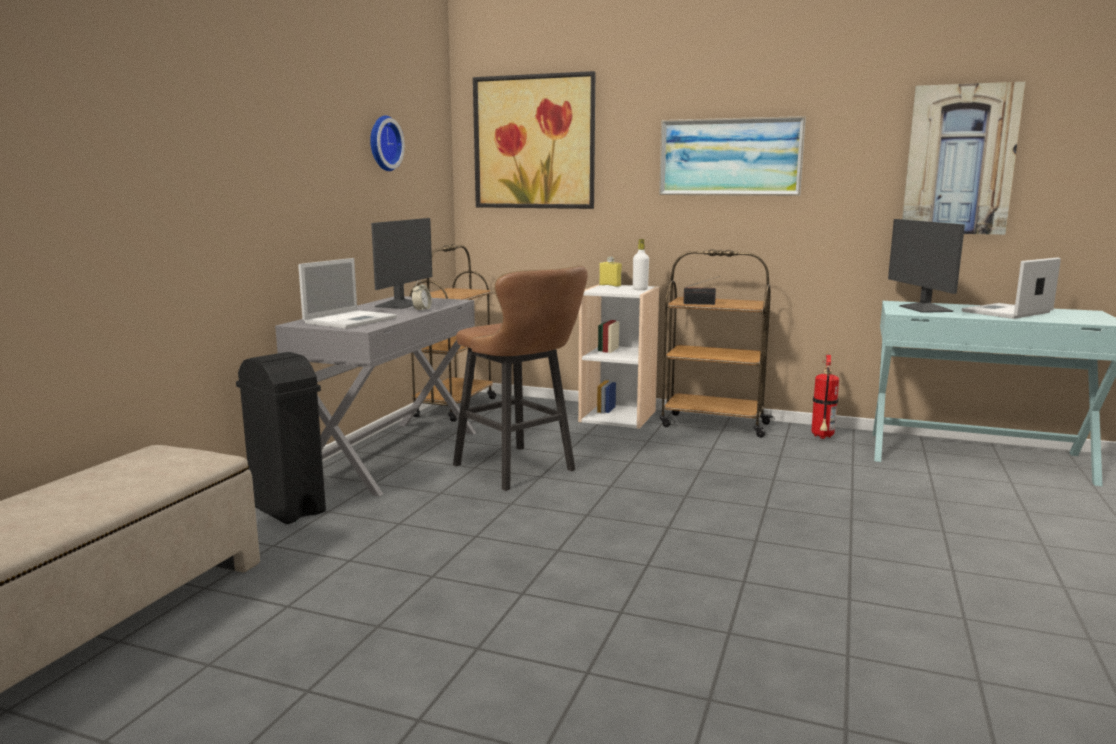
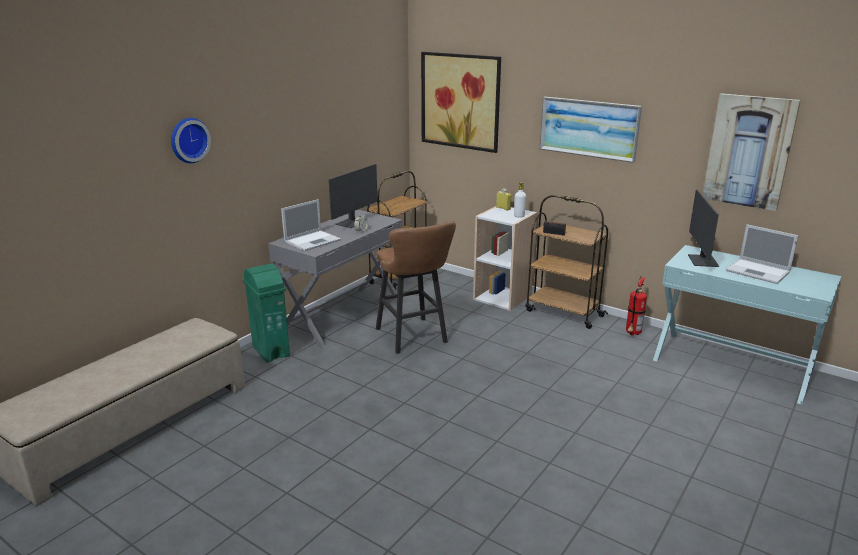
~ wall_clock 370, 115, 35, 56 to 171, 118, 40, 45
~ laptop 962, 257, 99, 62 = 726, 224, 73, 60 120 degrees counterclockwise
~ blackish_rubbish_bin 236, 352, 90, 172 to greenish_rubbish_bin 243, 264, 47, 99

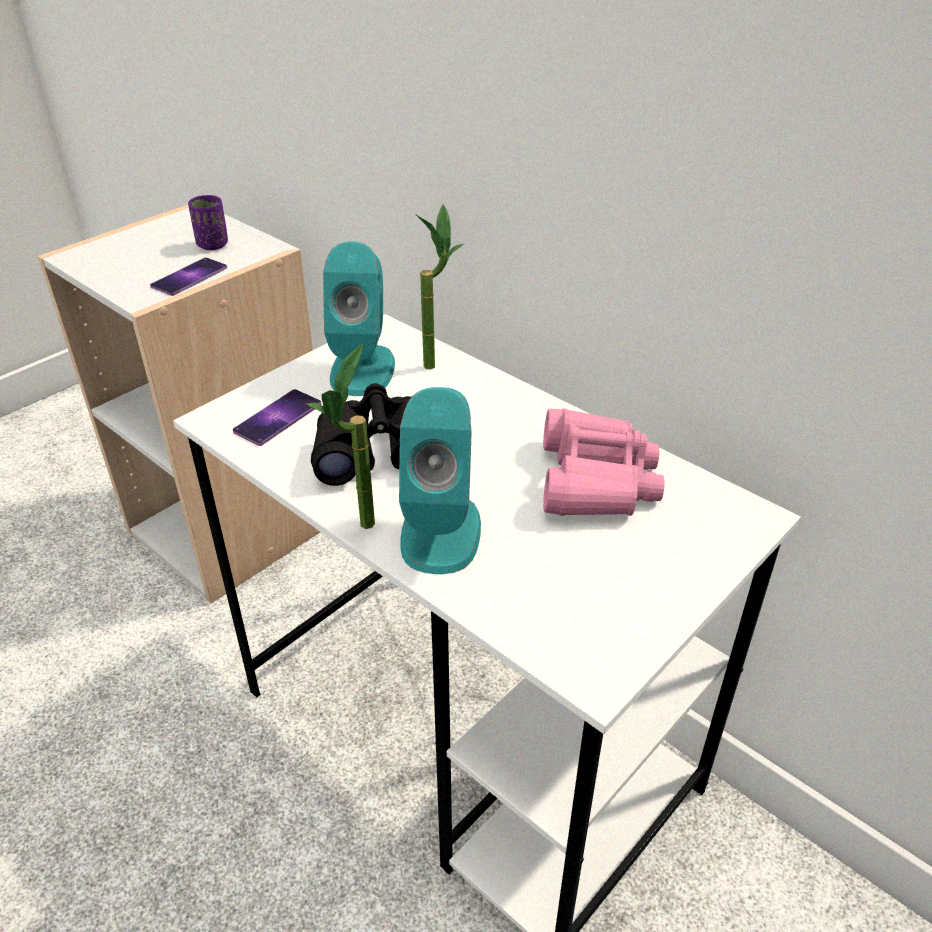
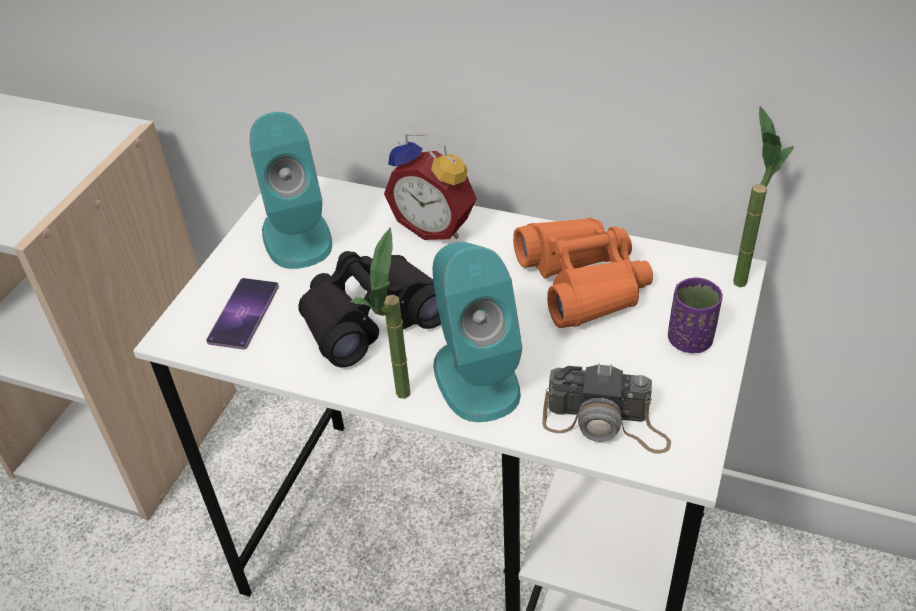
~ purple_cup 188, 195, 40, 55 to 668, 277, 55, 76
~ plant_in_a_pot 415, 204, 48, 166 to 733, 106, 61, 181
- handset 150, 258, 77, 38
~ pink-coloured_field_glasses 543, 408, 122, 108 to orange-coloured_field_glasses 513, 218, 140, 110
+ table_clock 384, 133, 93, 107
+ still_camera 542, 363, 129, 91

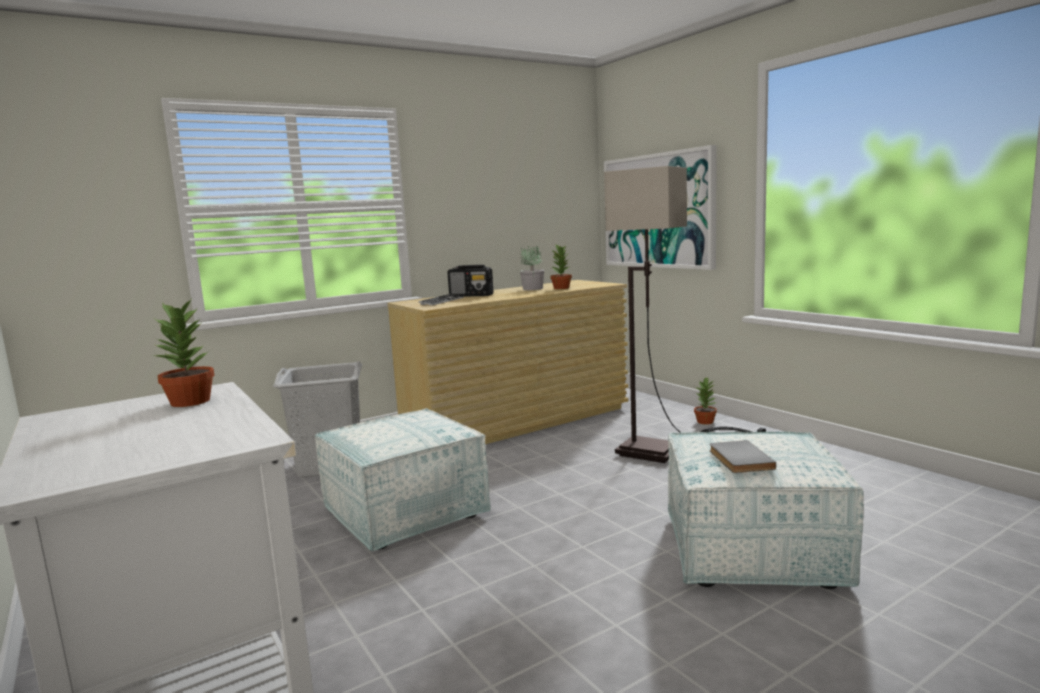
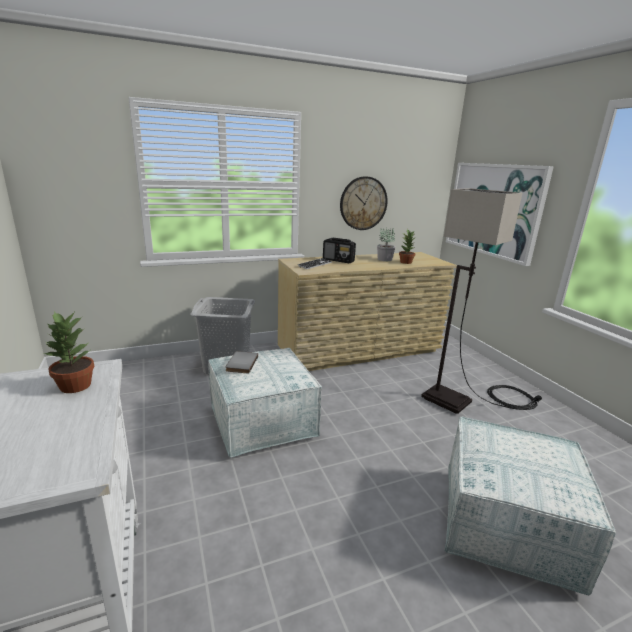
- plant_in_a_pot 694, 377, 24, 47
~ gray_volume 710, 440, 66, 33 to 226, 351, 32, 23
+ wall_clock 340, 176, 48, 54

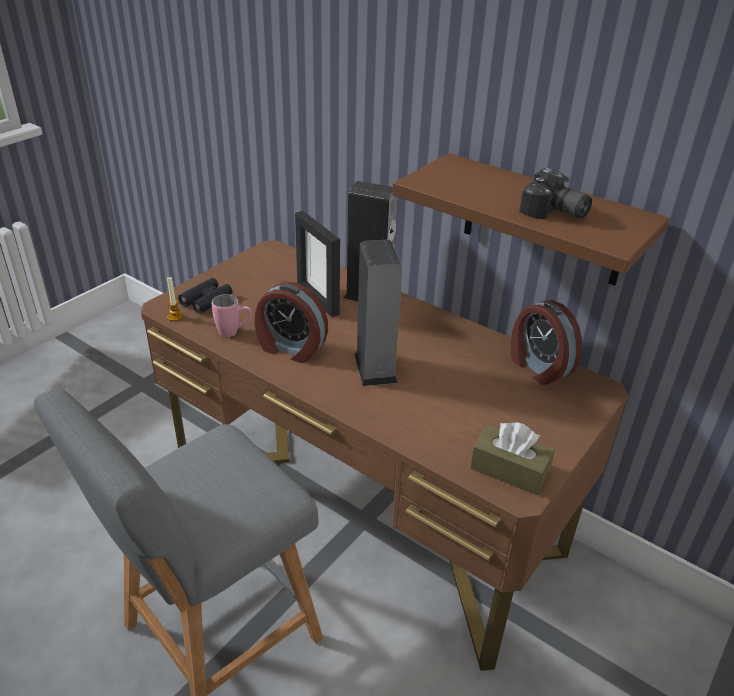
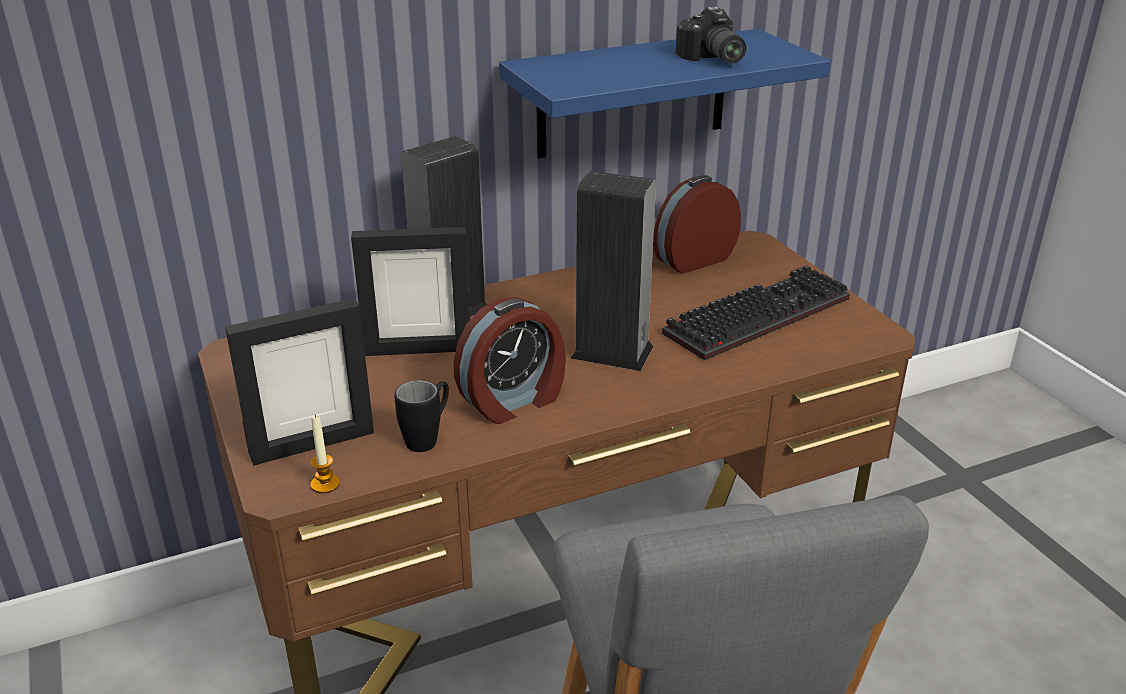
~ brown-coloured_bracket_shelf 392, 153, 278, 133 to blue_bracket_shelf 499, 29, 332, 130
~ still_camera 519, 168, 73, 51 = 676, 7, 70, 56 90 degrees clockwise
~ blackish_field_glasses 178, 278, 54, 36 to picture_frame 225, 298, 149, 168
~ pink-coloured_coffee_mug 212, 294, 40, 43 to blackish_coffee_mug 395, 380, 54, 72
~ table_clock 510, 300, 72, 85 = 653, 175, 88, 99 150 degrees clockwise
- brown-coloured_tissue_holder 470, 422, 85, 73
+ keyboard 662, 265, 188, 95

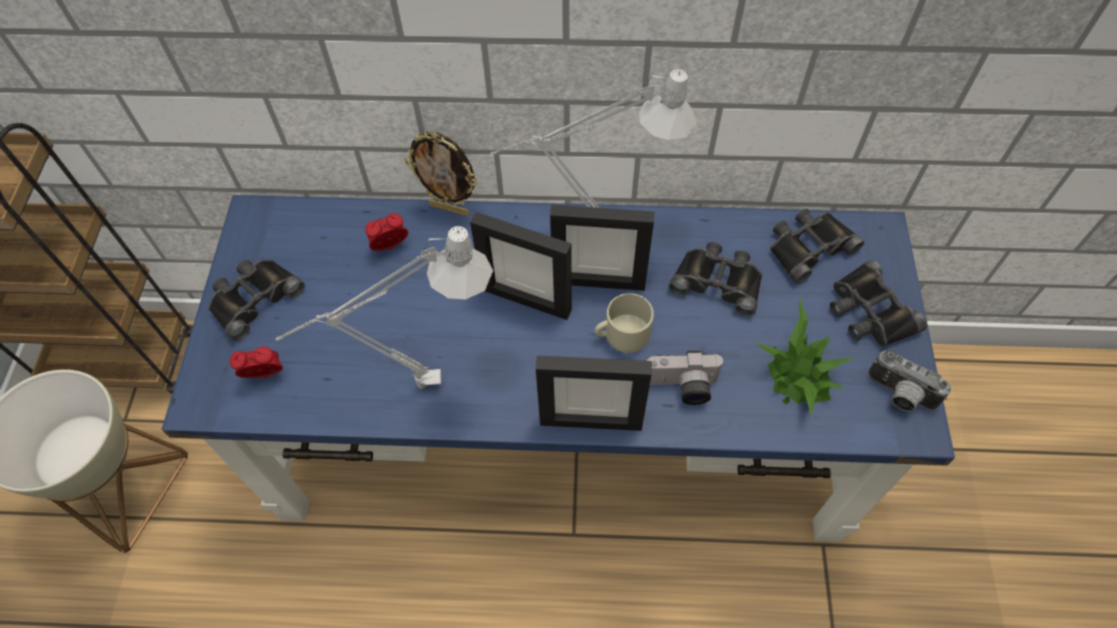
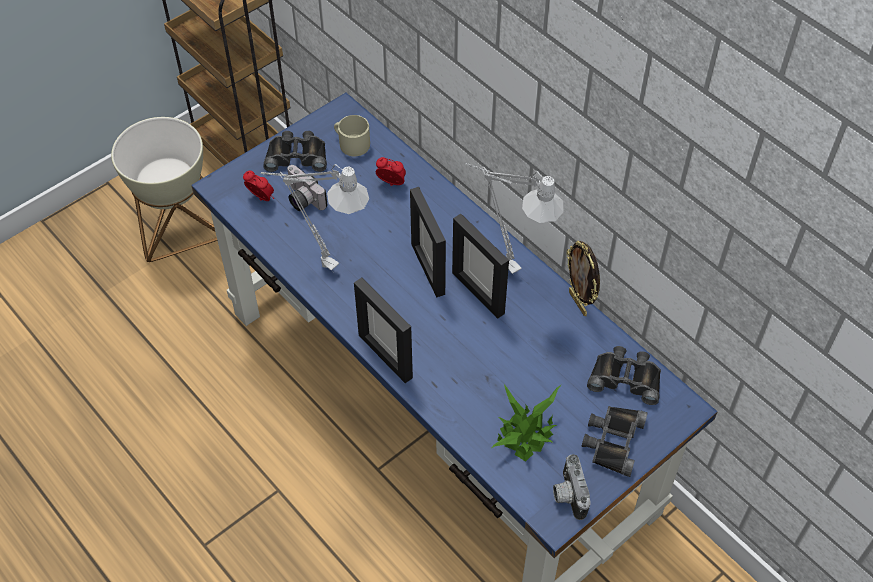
~ picture_frame 405, 132, 73, 84 to 567, 241, 33, 75
- blackish_field_glasses 669, 242, 93, 74
~ beige_coffee_mug 595, 293, 59, 60 to 334, 115, 36, 41
~ still_camera 647, 351, 78, 54 to 287, 165, 41, 46

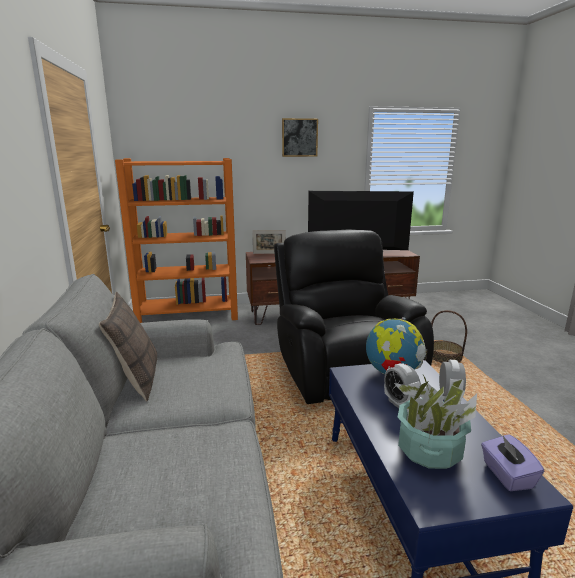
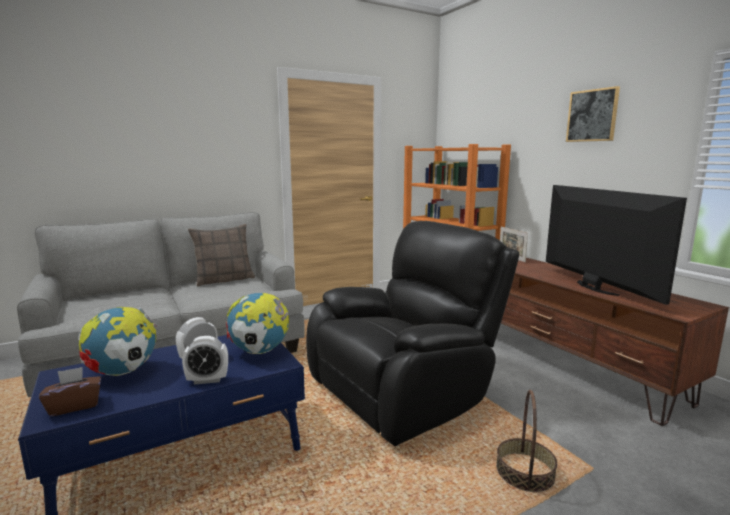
~ plant_in_a_pot 394, 375, 83, 94 to world_globe 78, 307, 78, 69
~ purple_tissue_holder 481, 434, 63, 57 to brown-coloured_tissue_holder 39, 367, 62, 49

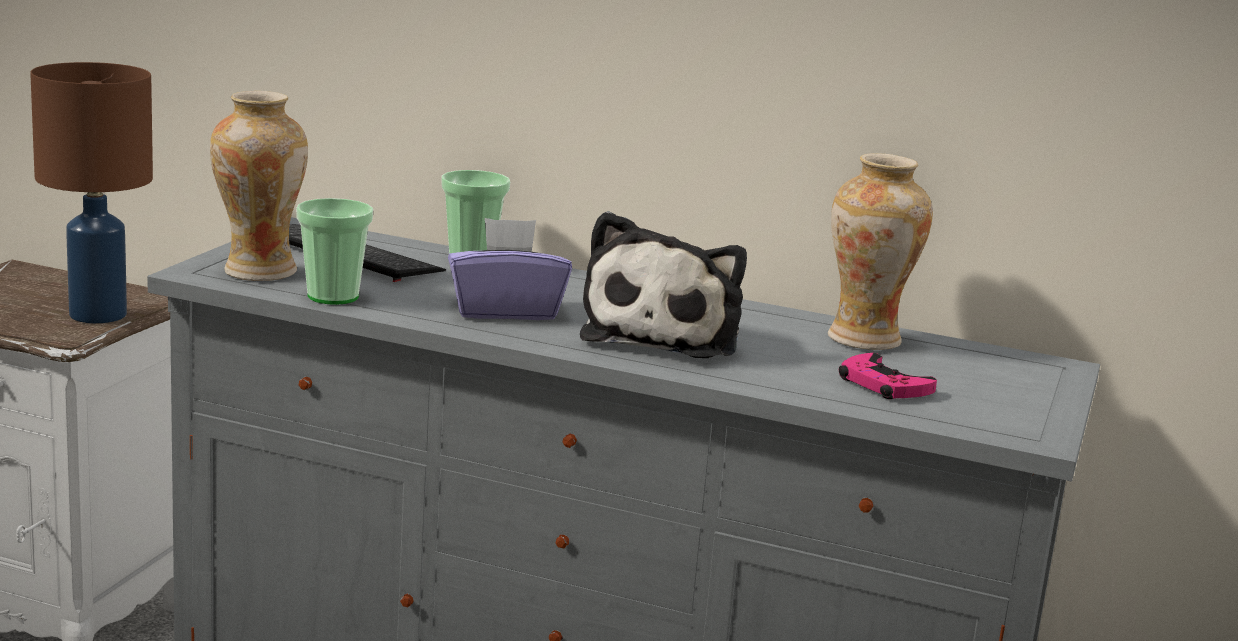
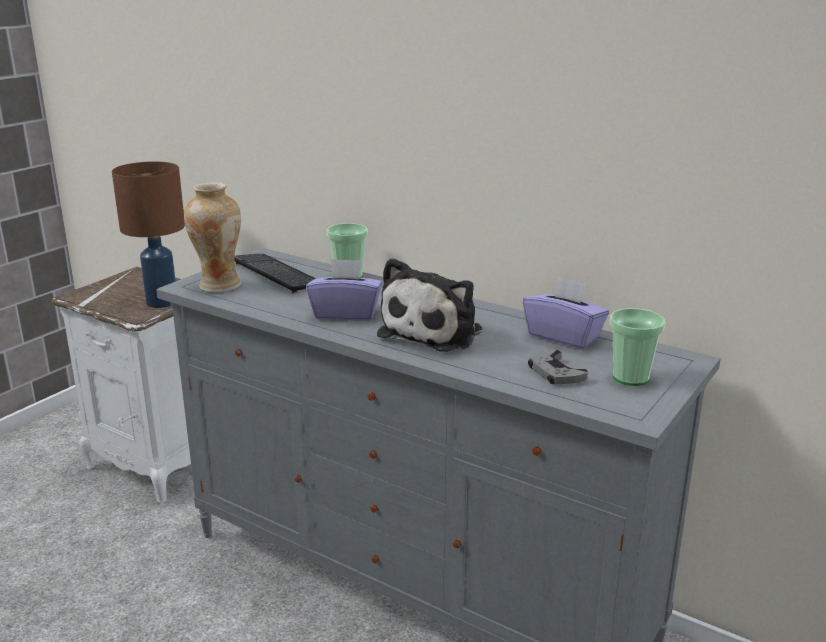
~ flower_vase 828, 153, 105, 197 to purple_tissue_holder 523, 277, 86, 72
~ cup 296, 198, 77, 107 to 610, 308, 56, 78
~ pink-coloured_joypad 839, 353, 98, 46 to gray_joypad 528, 350, 60, 34

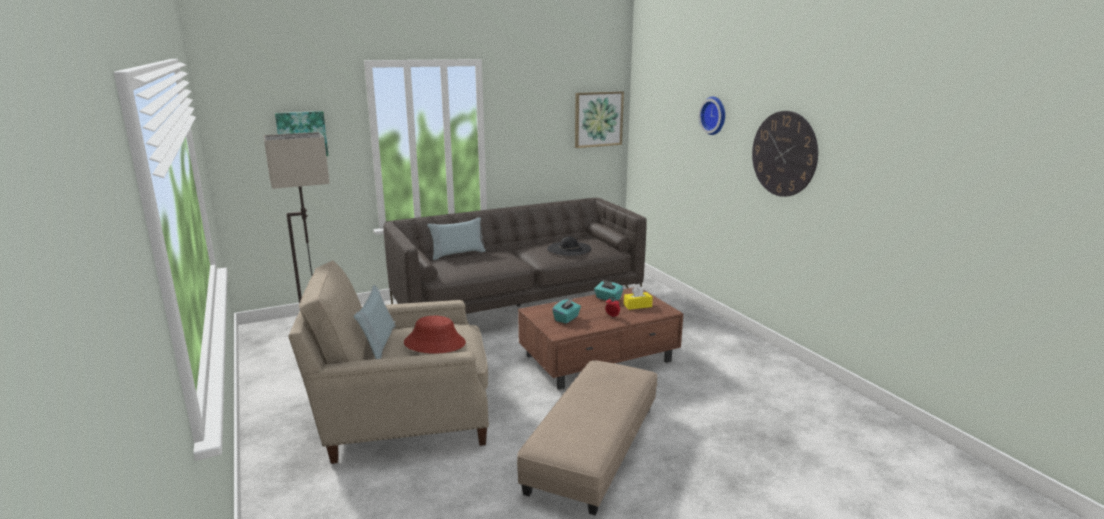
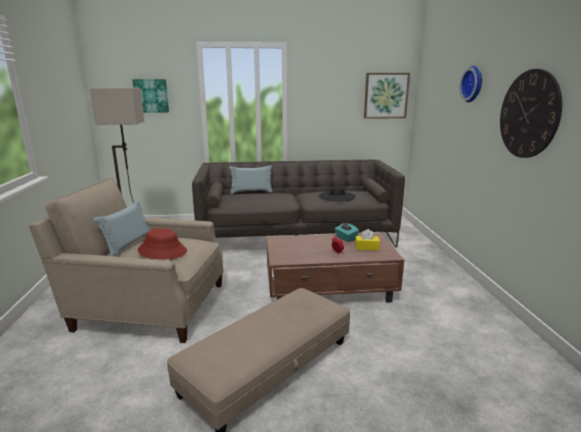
- turquoise_tissue_holder 552, 298, 29, 26

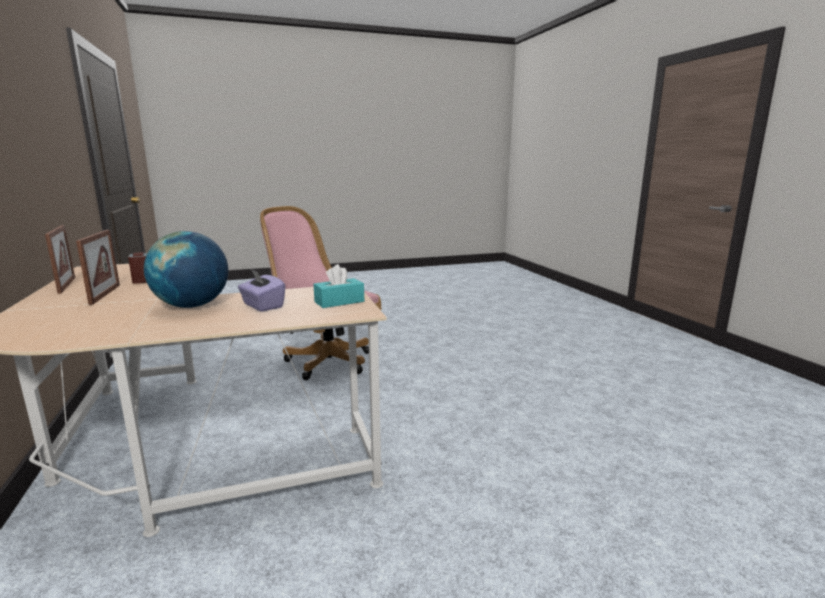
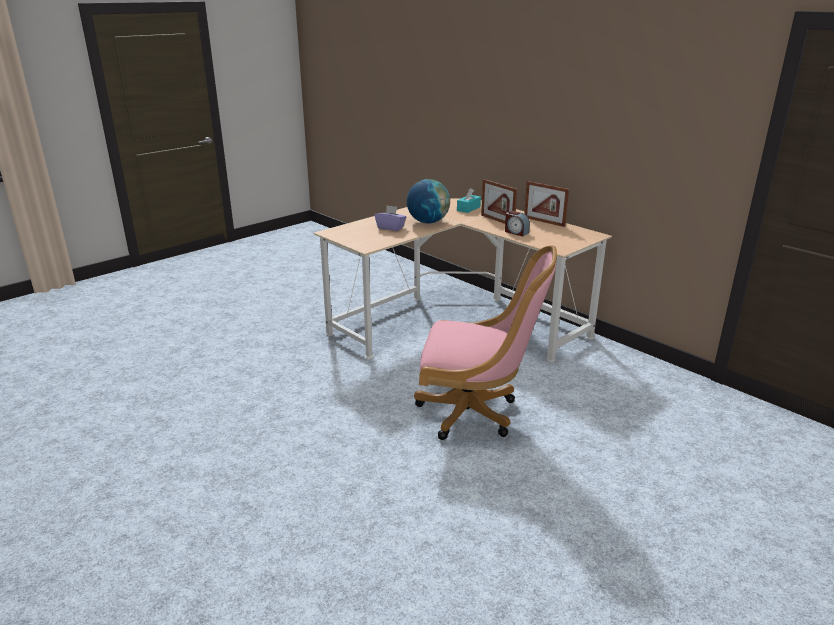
~ turquoise_tissue_holder 313, 264, 51, 44 to 457, 188, 24, 25

